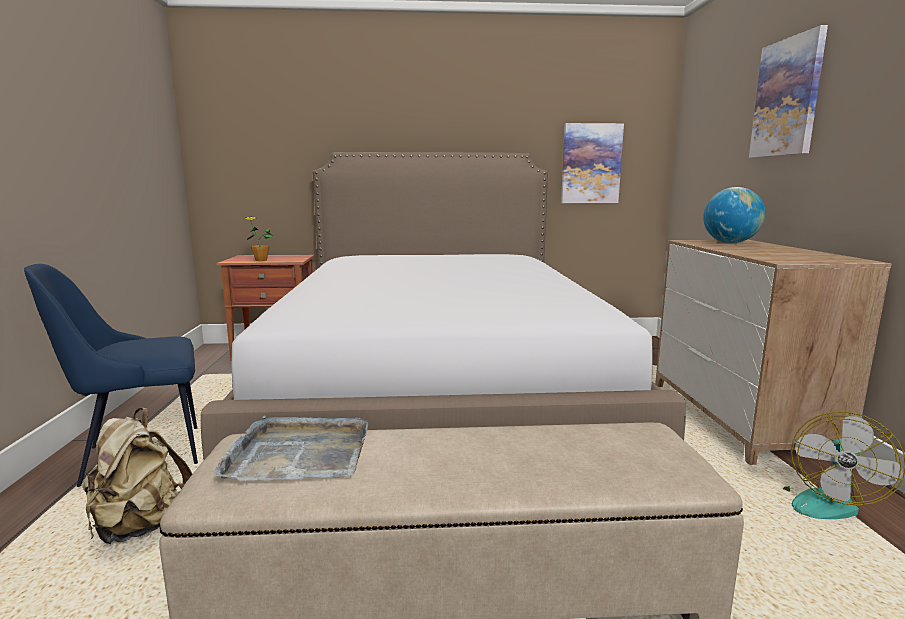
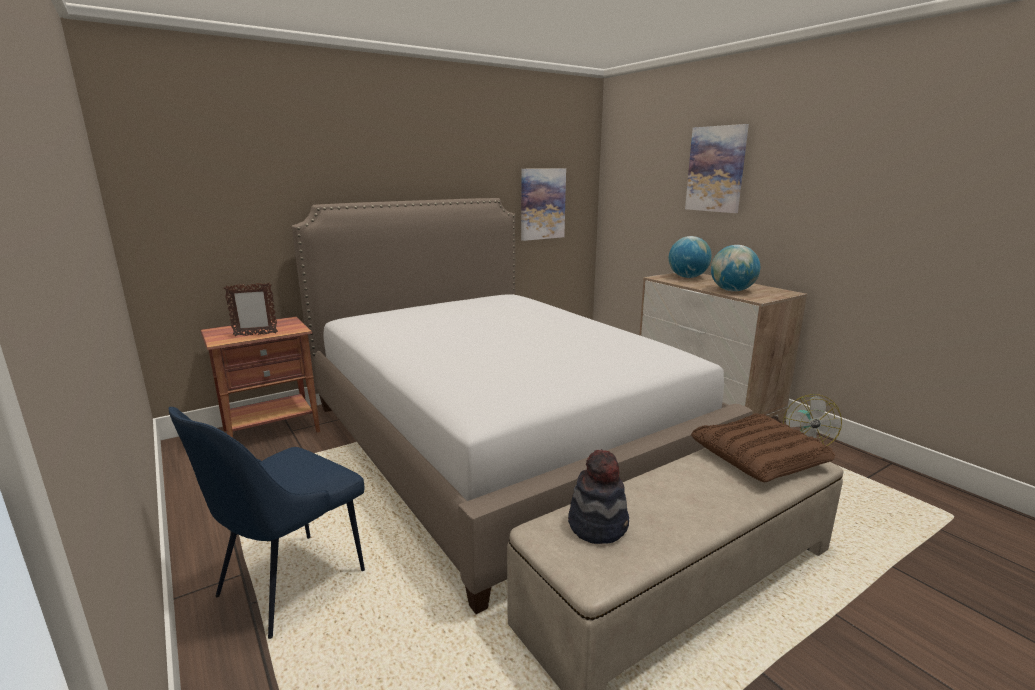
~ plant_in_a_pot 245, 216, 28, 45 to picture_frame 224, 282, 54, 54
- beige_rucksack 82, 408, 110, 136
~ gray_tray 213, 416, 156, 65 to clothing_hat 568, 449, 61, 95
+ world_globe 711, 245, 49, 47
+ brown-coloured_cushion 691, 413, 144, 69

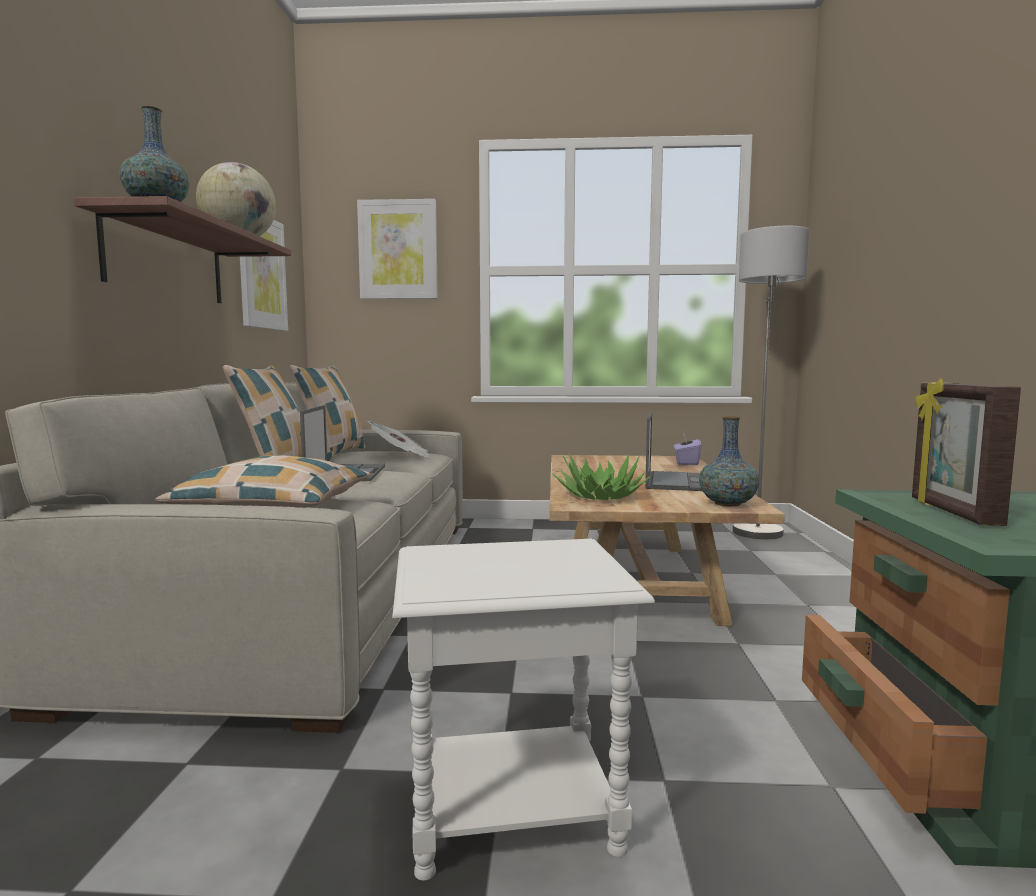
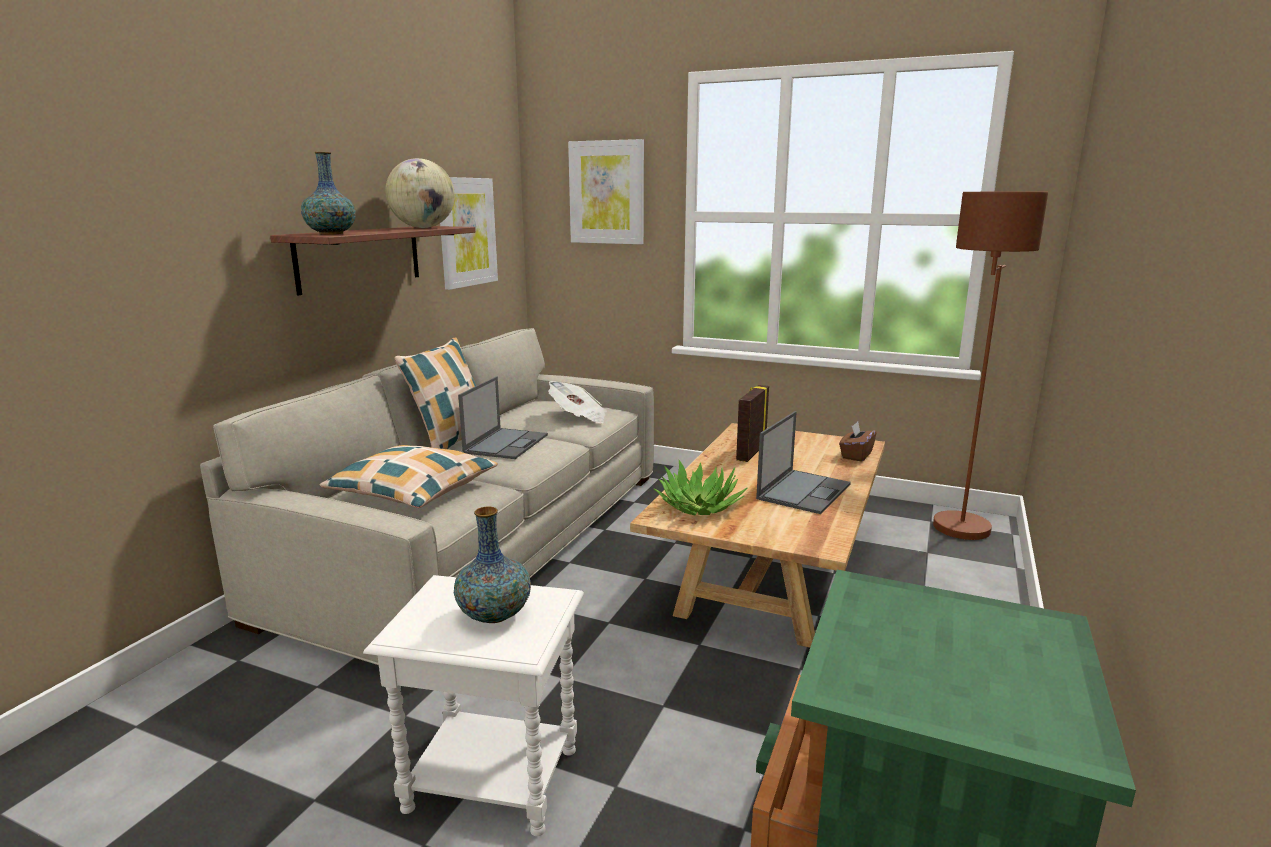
~ gray_floor_lamp 733, 226, 76, 313 to brown-coloured_floor_lamp 933, 192, 115, 348
- cushion 289, 365, 76, 96
~ picture_frame 912, 378, 109, 148 to 736, 385, 33, 77
~ flower_vase 699, 417, 61, 89 to 454, 506, 77, 117
~ purple_tissue_holder 674, 432, 28, 33 to brown-coloured_tissue_holder 839, 422, 37, 40

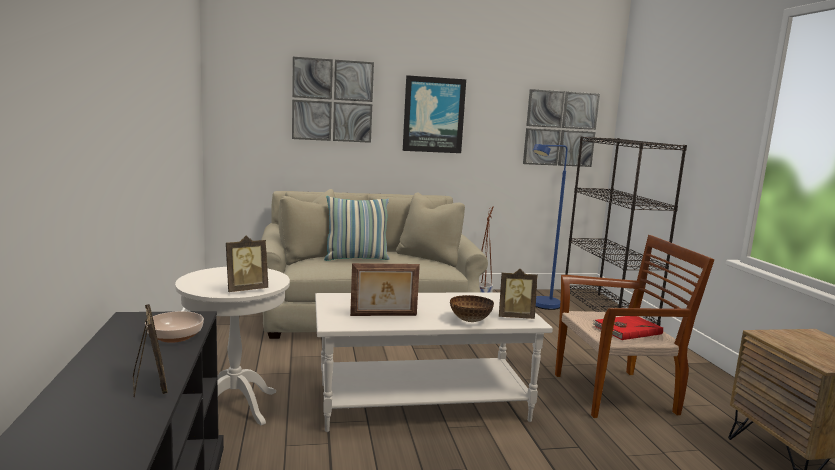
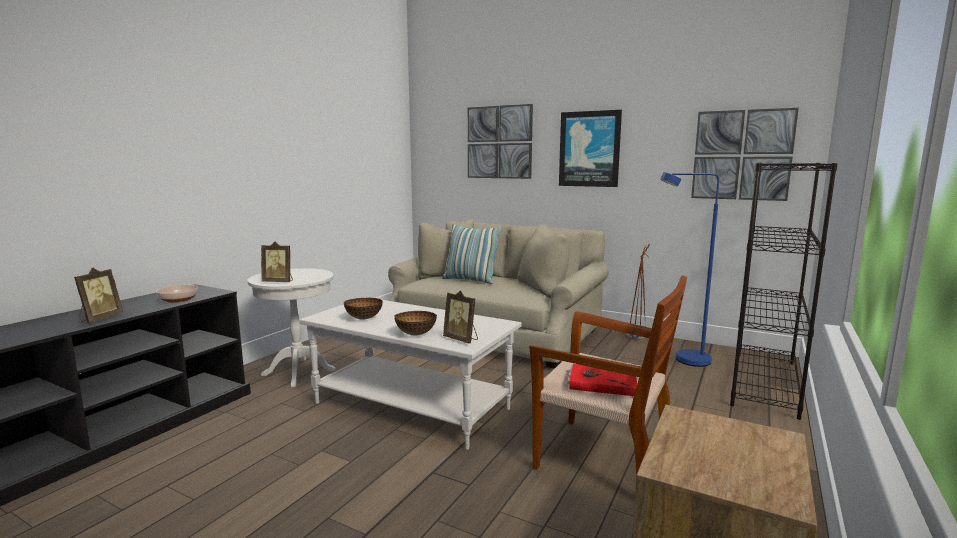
~ picture_frame 350, 263, 70, 53 to serving_bowl 344, 298, 39, 21

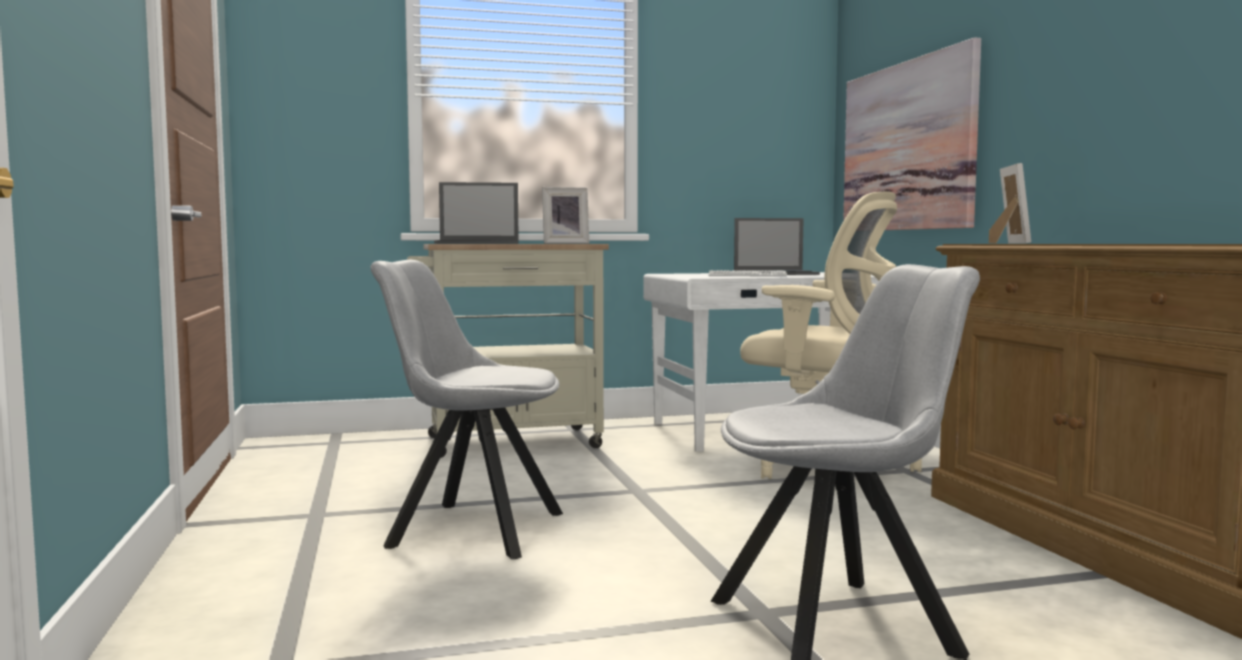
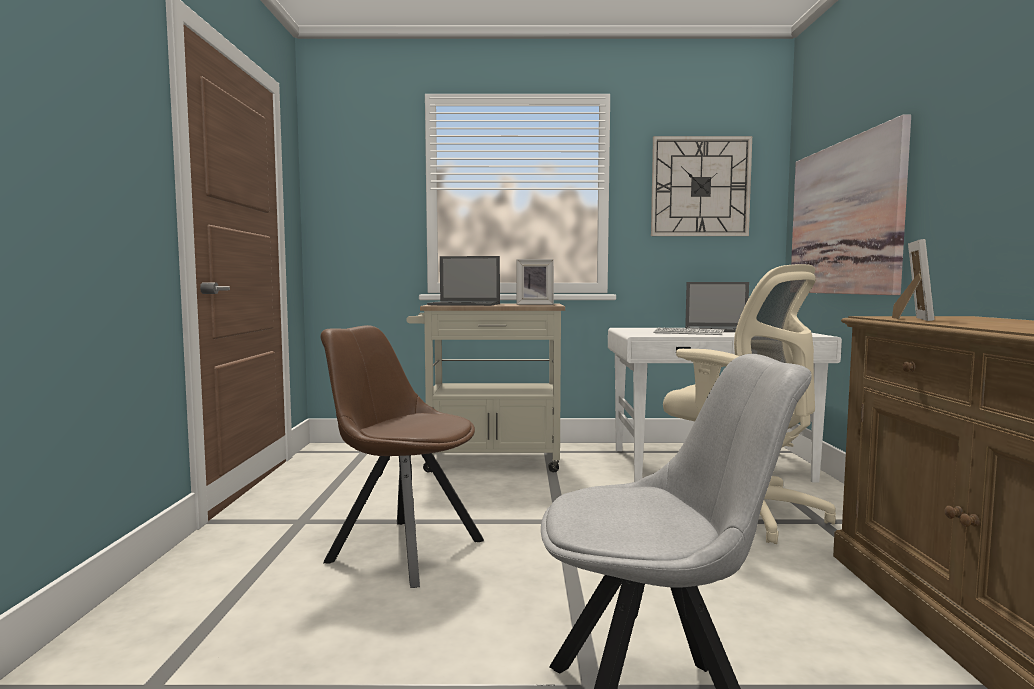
~ gray_chair 371, 260, 192, 299 to brown-coloured_chair 320, 325, 164, 263
+ wall_clock 651, 136, 101, 100

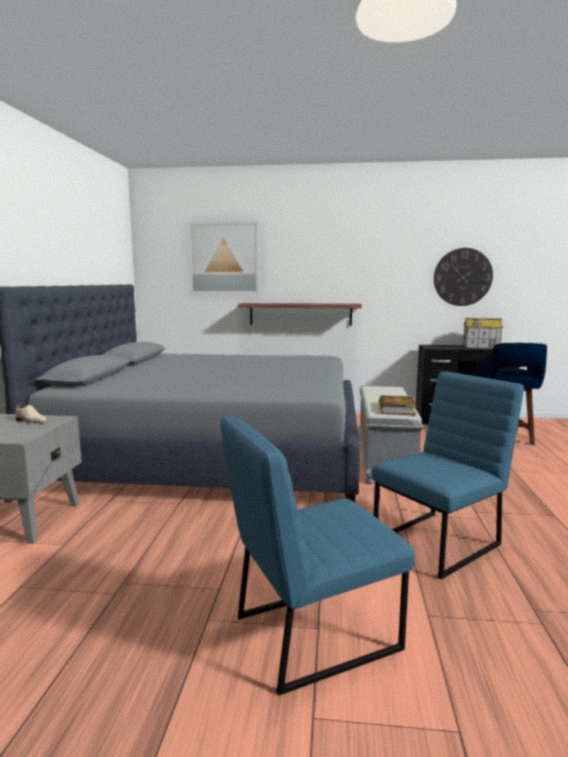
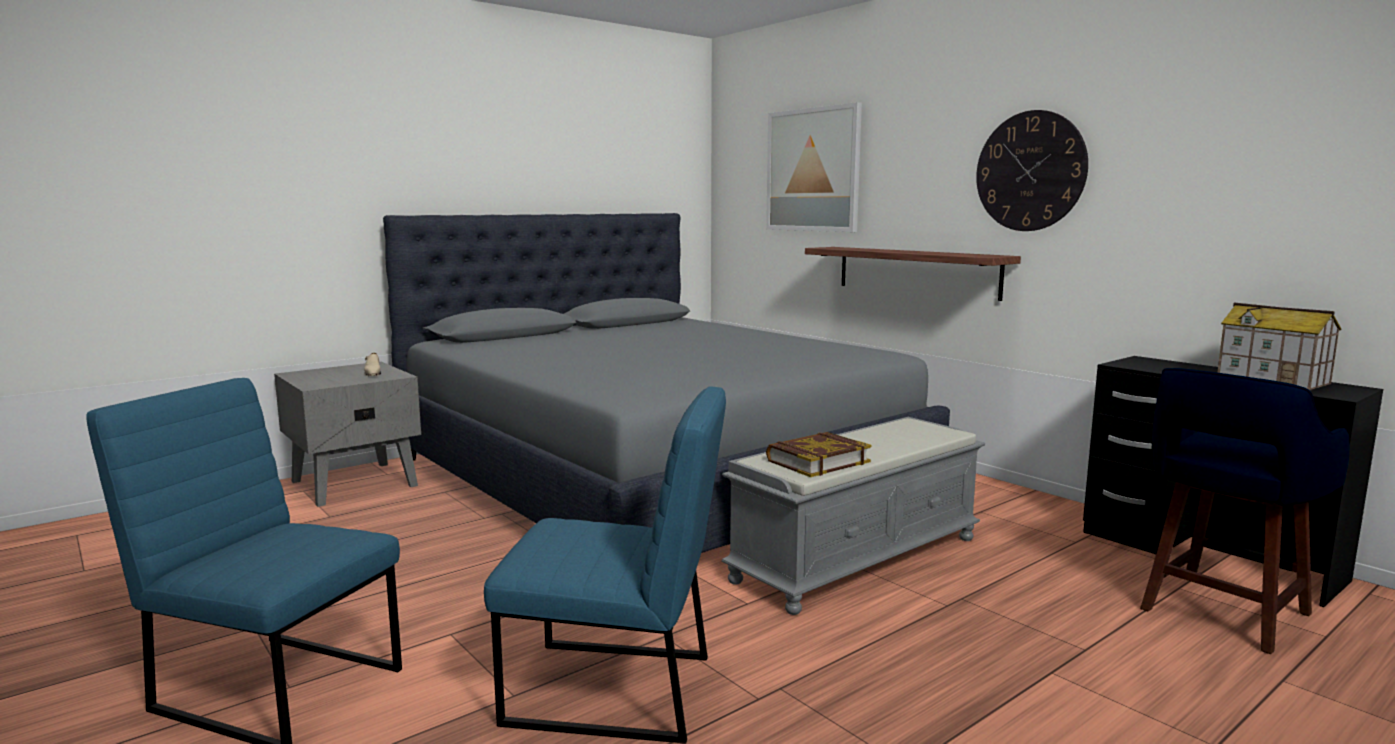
~ wall_clock 434, 248, 59, 58 to 976, 110, 112, 121

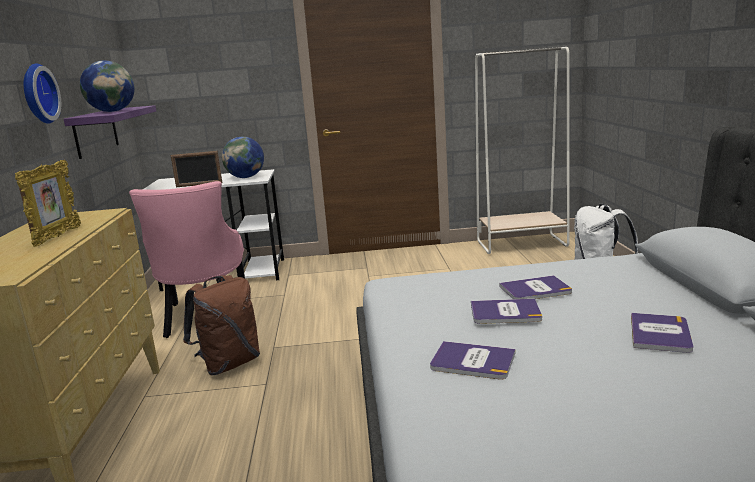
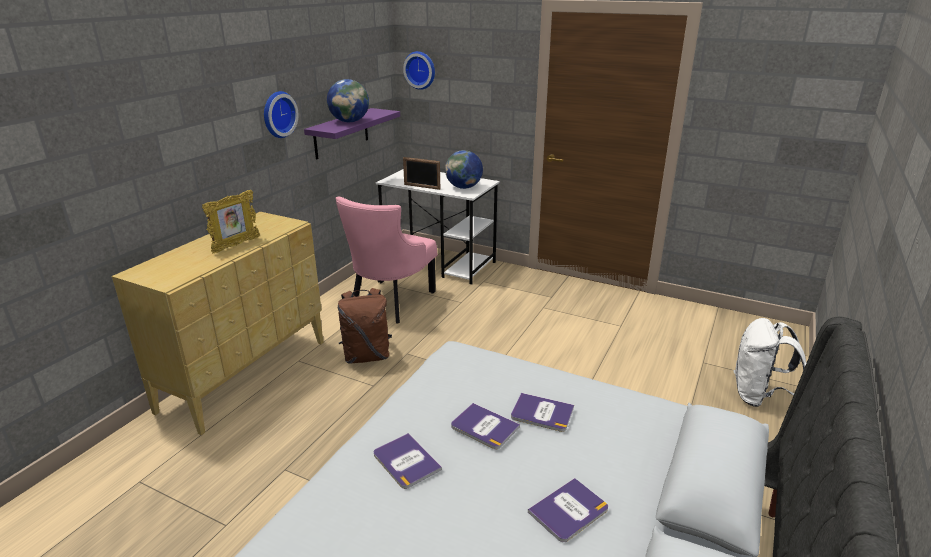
- garment_rack 475, 47, 95, 207
+ wall_clock 403, 51, 32, 39

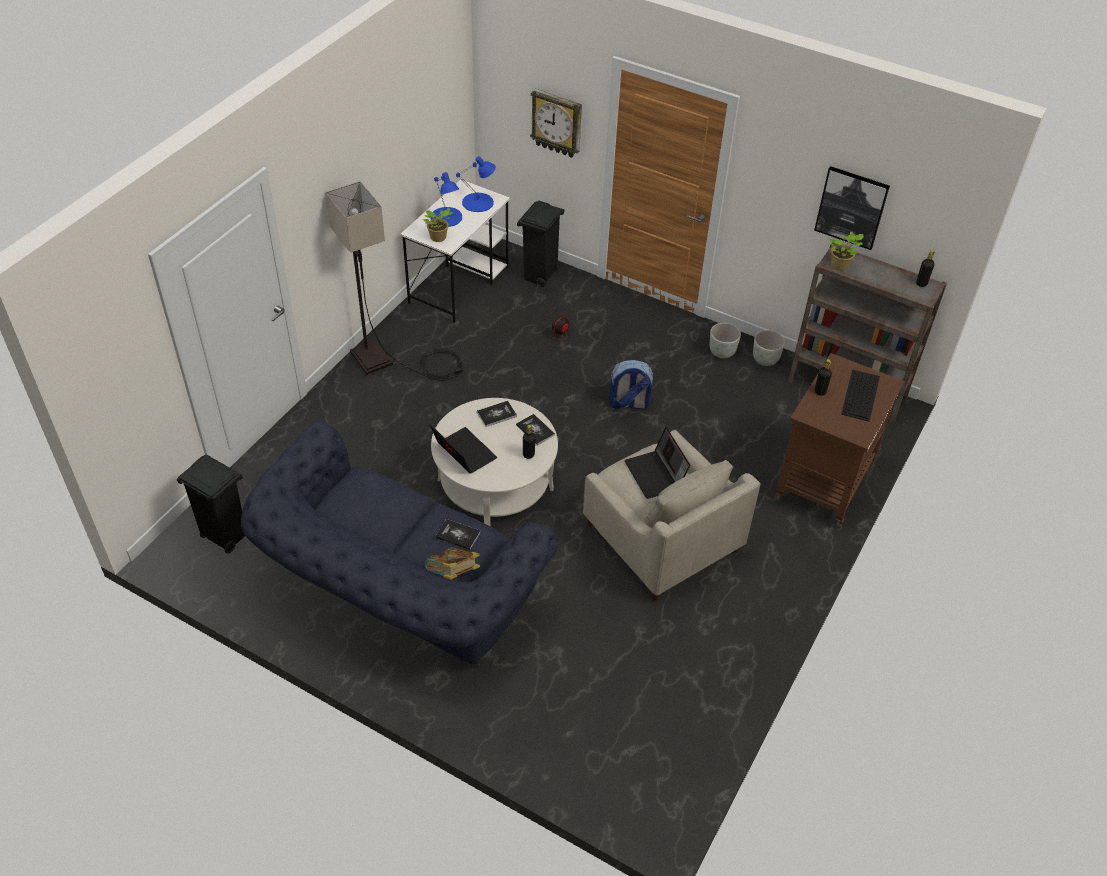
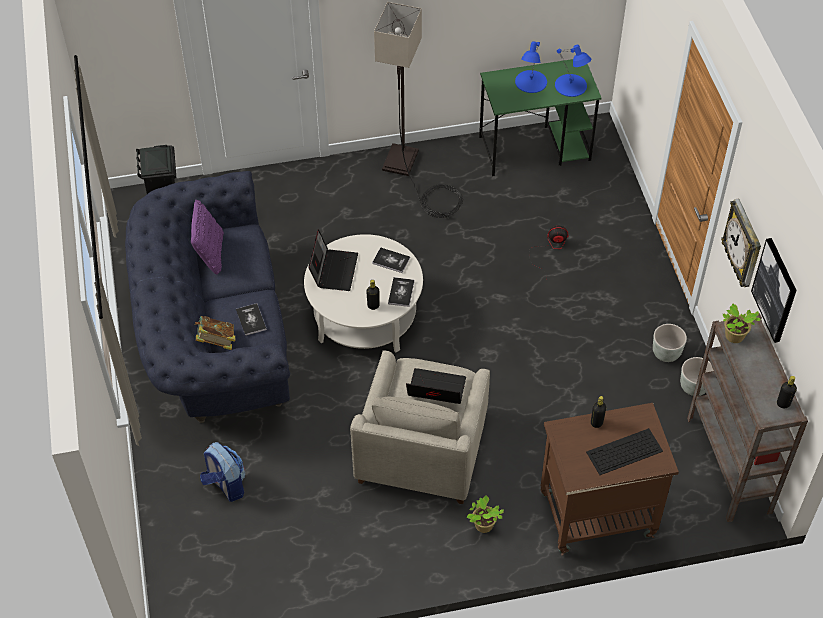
~ wall_clock 530, 88, 52, 70 to 721, 199, 40, 88
~ white_desk_table 400, 179, 110, 144 to greenish_desk_table 479, 59, 123, 117
- blackish_rubbish_bin 517, 201, 48, 86
~ plant_in_a_pot 423, 208, 30, 34 to 467, 495, 37, 38
~ rucksack 609, 360, 44, 50 to 200, 442, 45, 60
~ laptop 624, 427, 66, 72 = 406, 368, 60, 36 75 degrees clockwise
+ purple_cushion 191, 200, 33, 74

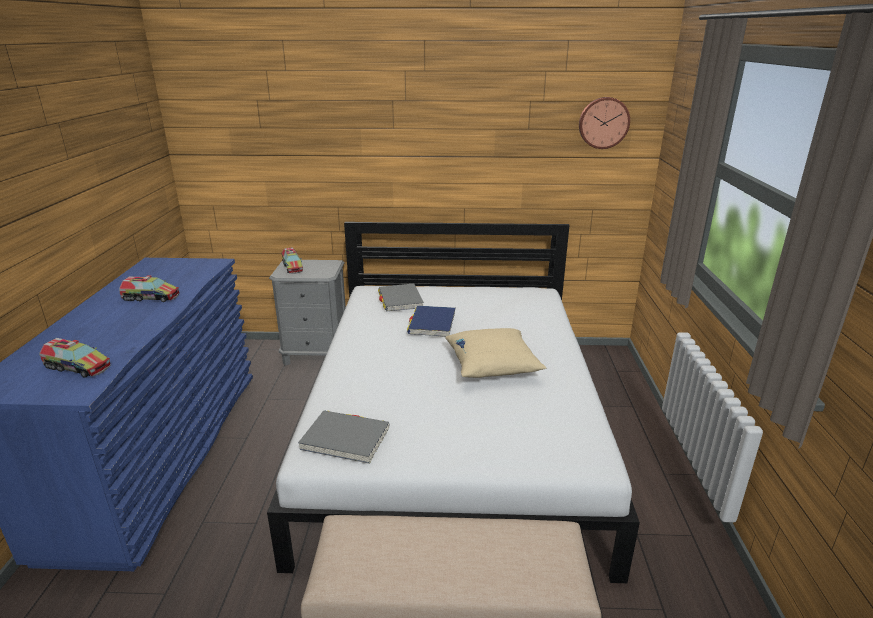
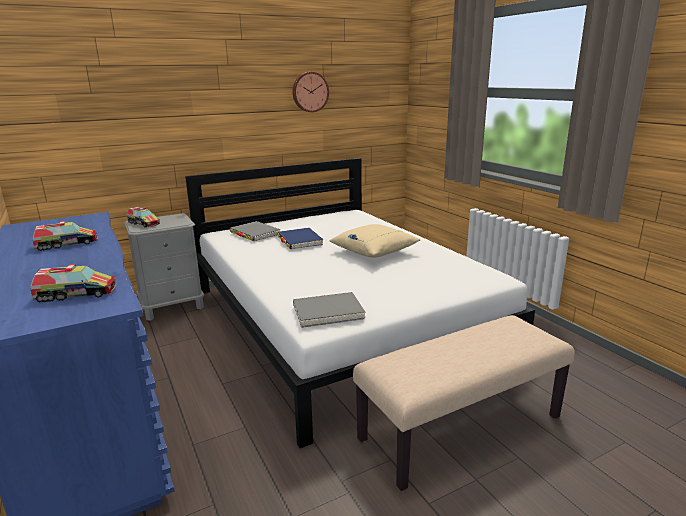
~ wall_clock 579, 97, 51, 52 to 292, 72, 37, 40

